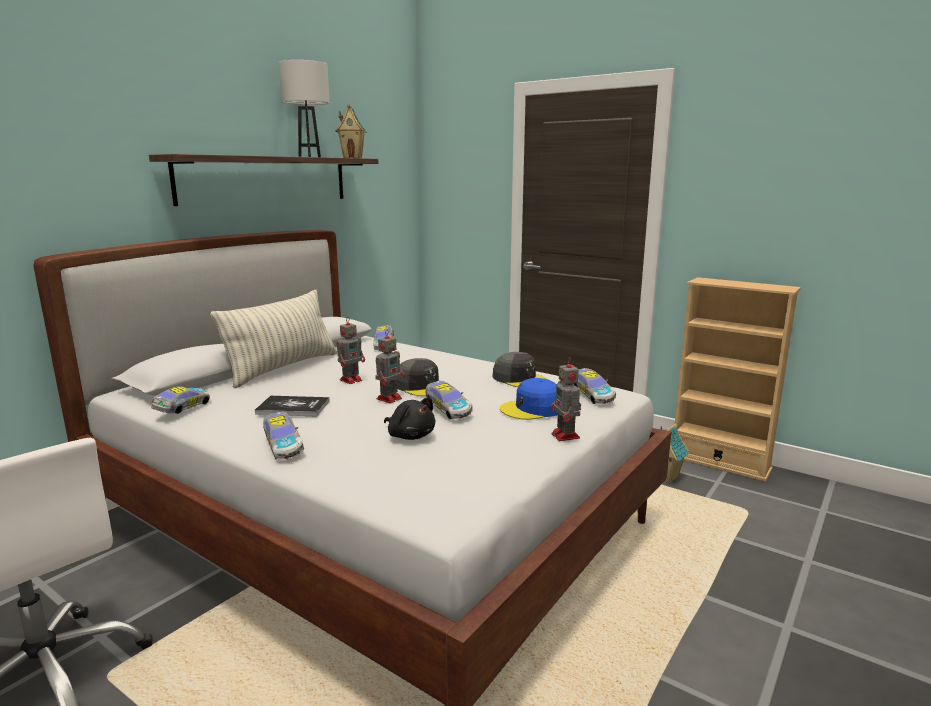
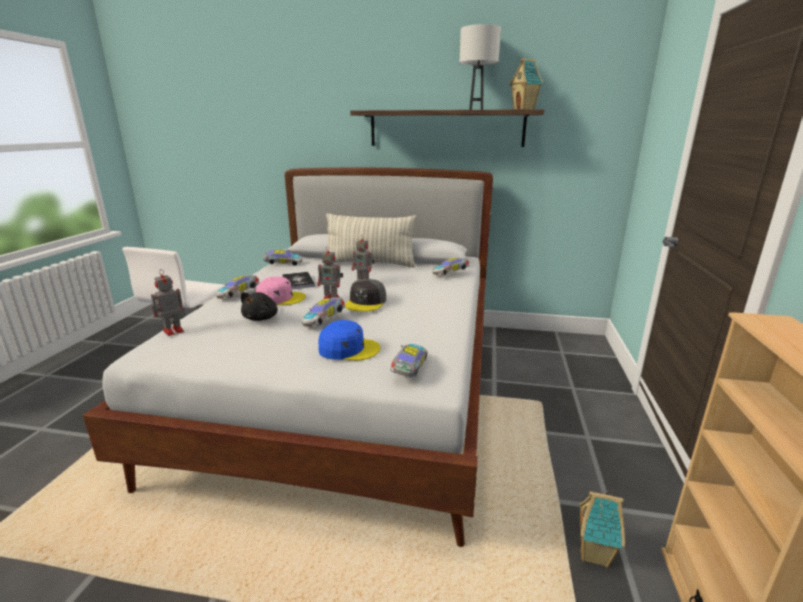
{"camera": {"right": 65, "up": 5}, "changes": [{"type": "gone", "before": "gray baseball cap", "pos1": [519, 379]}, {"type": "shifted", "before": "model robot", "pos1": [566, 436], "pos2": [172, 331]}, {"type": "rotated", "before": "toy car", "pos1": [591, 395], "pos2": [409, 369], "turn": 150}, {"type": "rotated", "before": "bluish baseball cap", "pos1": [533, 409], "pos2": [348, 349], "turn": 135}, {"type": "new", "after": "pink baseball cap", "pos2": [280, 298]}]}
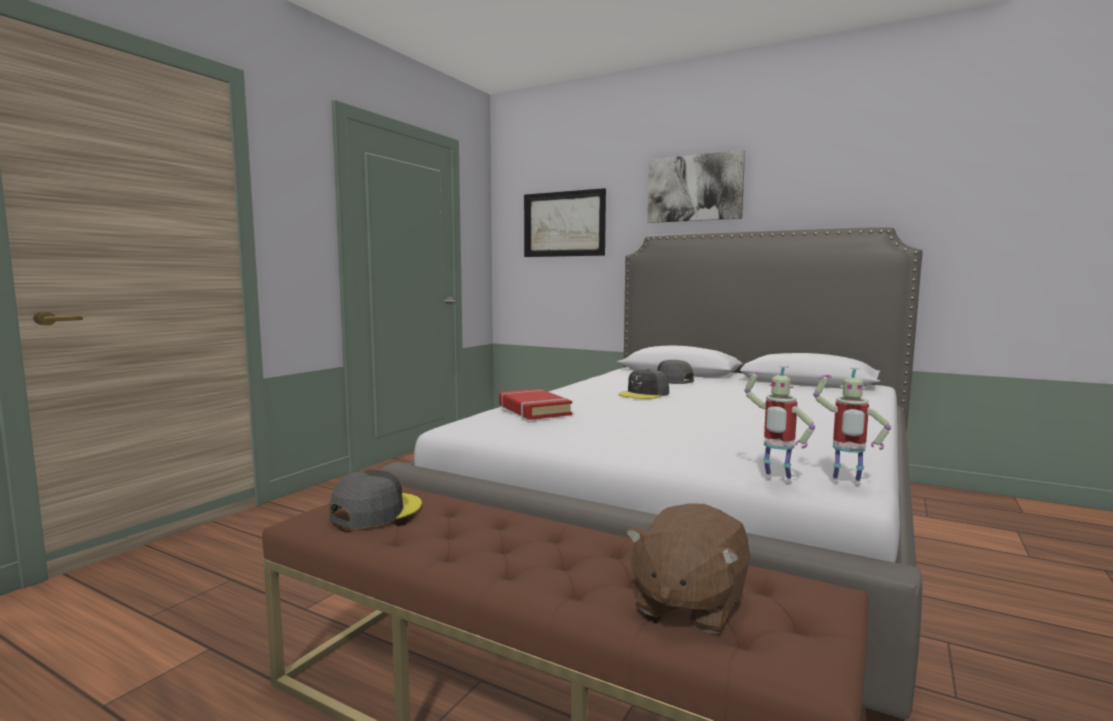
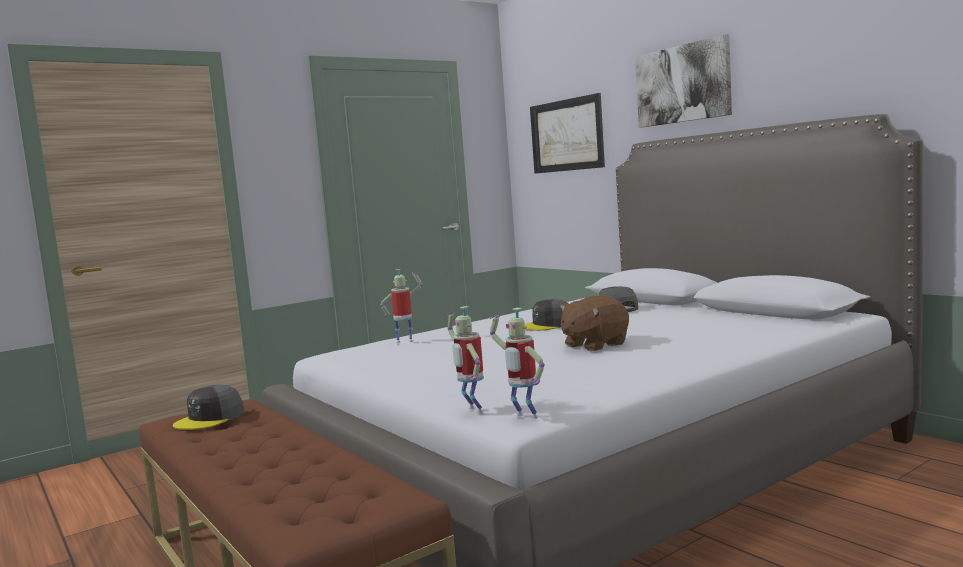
{"camera": {"right": 25, "up": 0}, "changes": [{"type": "swapped", "before": "red-coloured bound book", "after": "model robot", "pos1": [533, 410], "pos2": [405, 341]}, {"type": "rotated", "before": "gray baseball cap", "pos1": [375, 511], "pos2": [210, 418], "turn": 150}, {"type": "shifted", "before": "brown-coloured soft toy", "pos1": [688, 604], "pos2": [594, 345]}]}
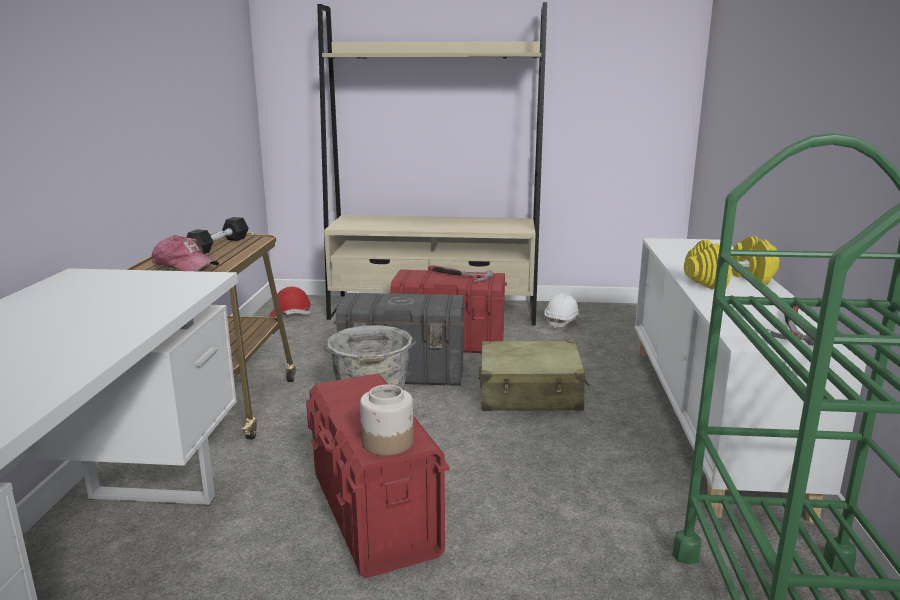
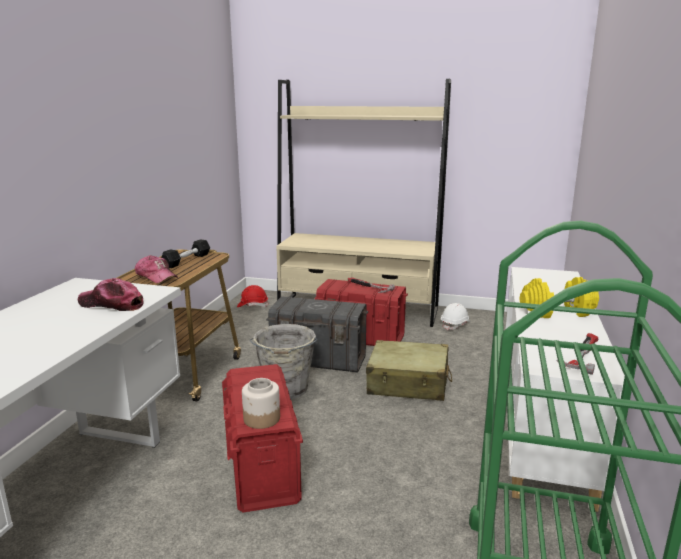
{"camera": {"right": 10, "up": 0}, "changes": [{"type": "new", "after": "baseball cap", "pos2": [112, 304]}]}
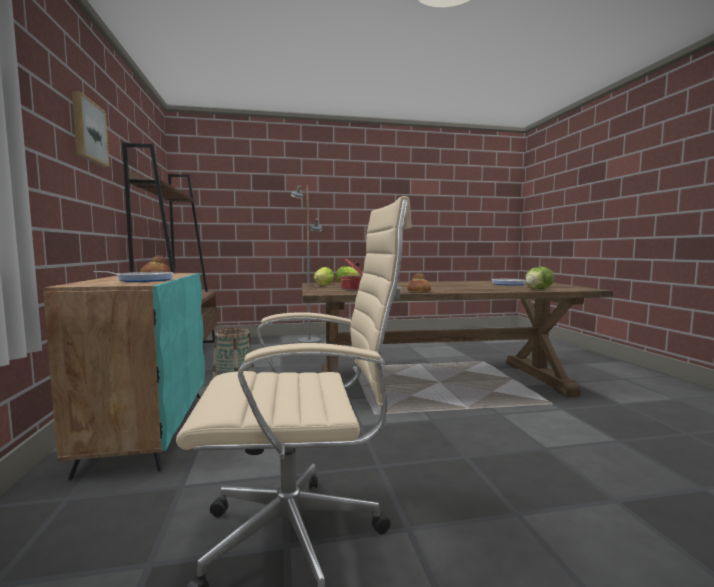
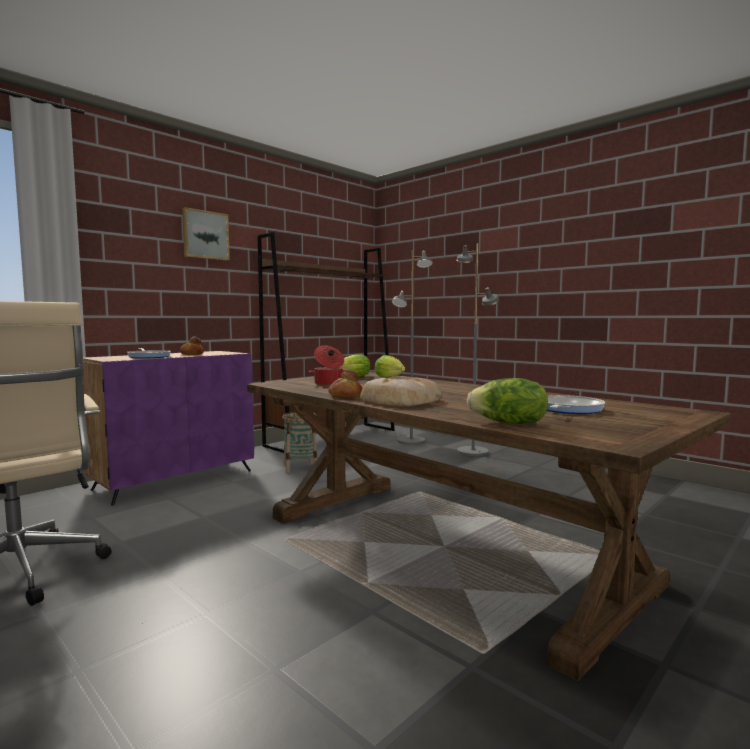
{"camera": {"right": 55, "up": 0}, "changes": [{"type": "repainted", "before": "turquoise-coloured cupboard", "after": "purple-coloured cupboard", "pos1": [148, 429], "pos2": [176, 479]}, {"type": "new", "after": "gray standard lamp", "pos2": [411, 441]}, {"type": "new", "after": "baked bread", "pos2": [399, 401]}]}
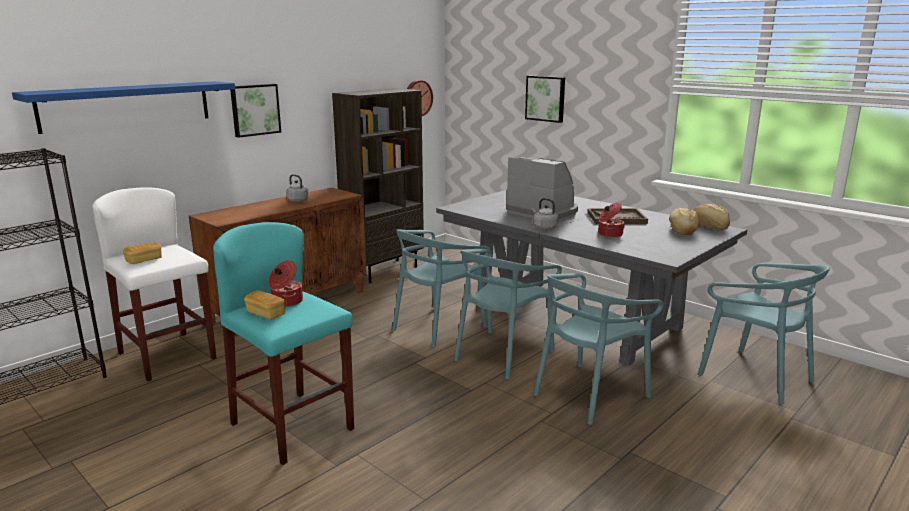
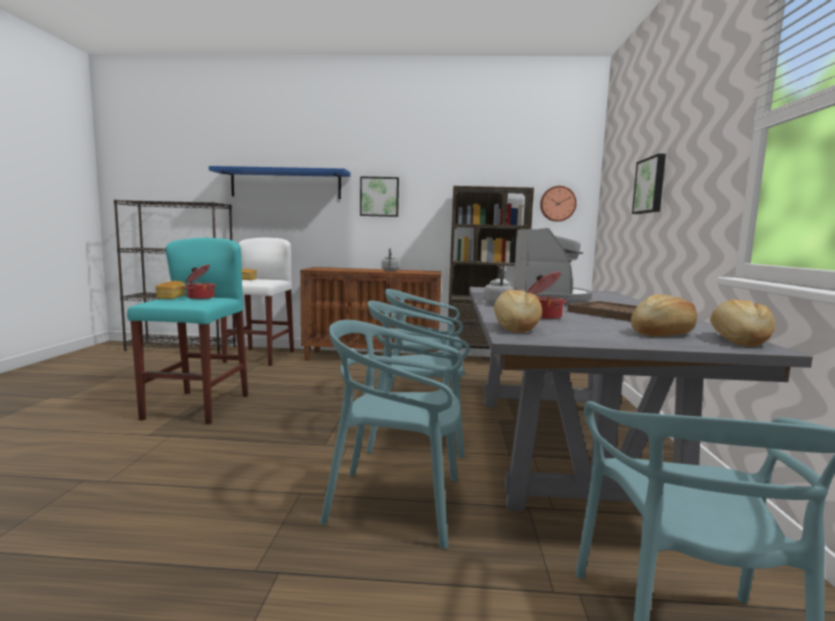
{"camera": {"right": 50, "up": -10}, "changes": [{"type": "new", "after": "baked bread", "pos2": [514, 328]}]}
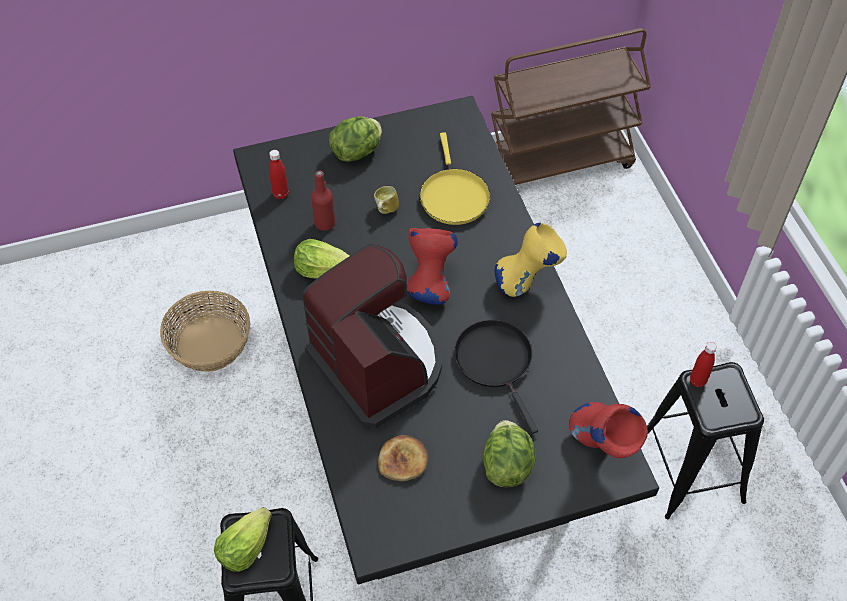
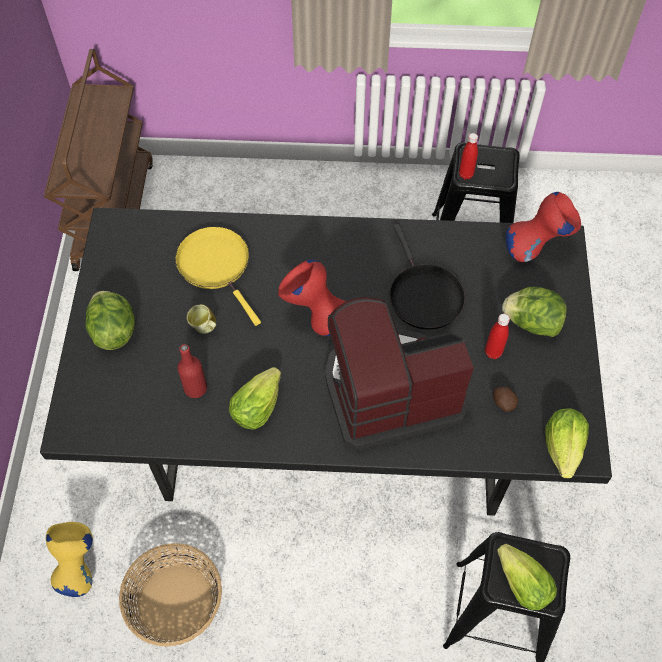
{"camera": {"right": -70, "up": 5}, "changes": [{"type": "rotated", "before": "yellow pan", "pos1": [453, 196], "pos2": [216, 265], "turn": -135}, {"type": "shifted", "before": "red-coloured beverage bottle", "pos1": [280, 194], "pos2": [493, 352]}, {"type": "shifted", "before": "yellow flower vase", "pos1": [527, 282], "pos2": [79, 567]}, {"type": "rotated", "before": "blackish pan", "pos1": [496, 362], "pos2": [423, 295], "turn": -105}, {"type": "swapped", "before": "baked bread", "after": "whole potato", "pos1": [403, 460], "pos2": [503, 402]}, {"type": "new", "after": "lettuce", "pos2": [563, 447]}]}
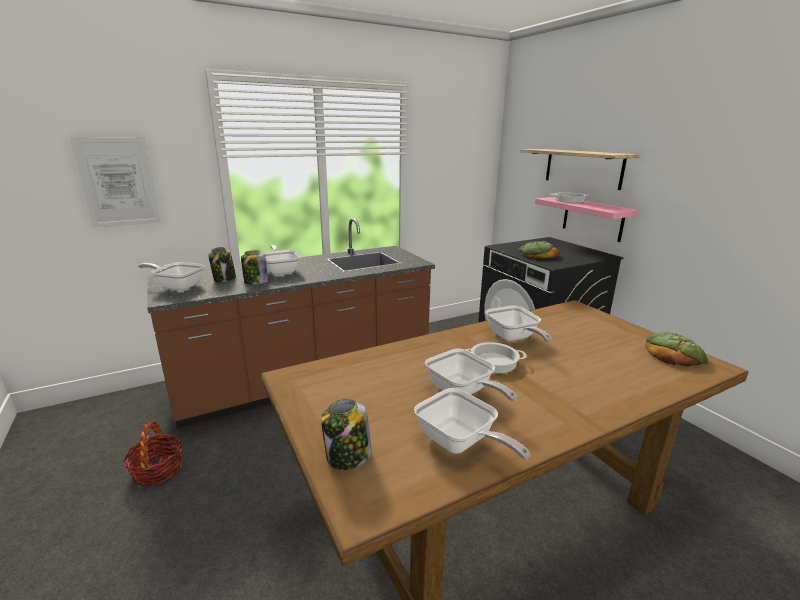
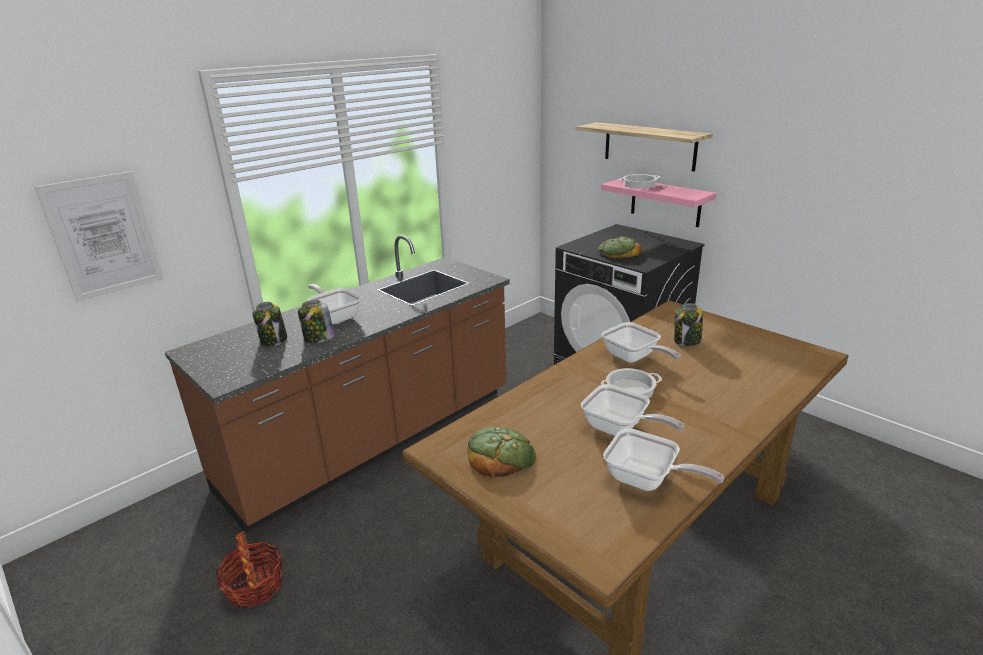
{"camera": {"right": -15, "up": 5}, "changes": [{"type": "gone", "before": "pan", "pos1": [177, 286]}, {"type": "shifted", "before": "baked bread", "pos1": [673, 354], "pos2": [500, 455]}, {"type": "shifted", "before": "jar", "pos1": [348, 457], "pos2": [687, 341]}]}
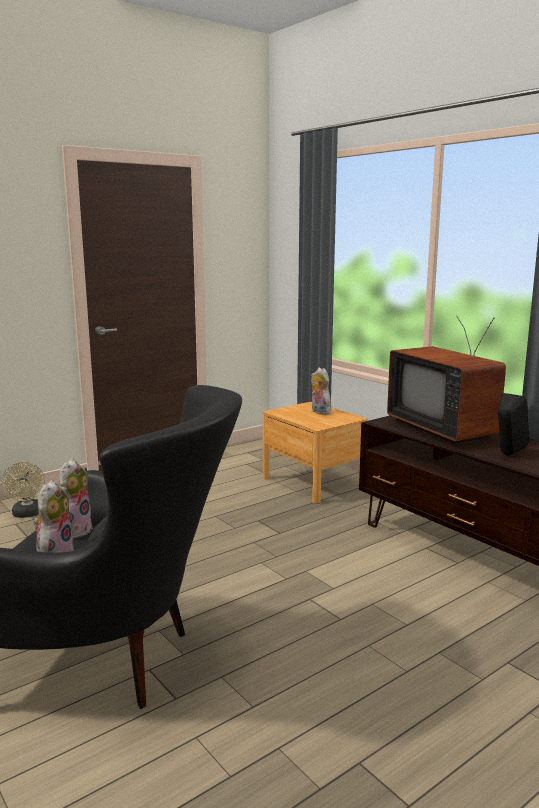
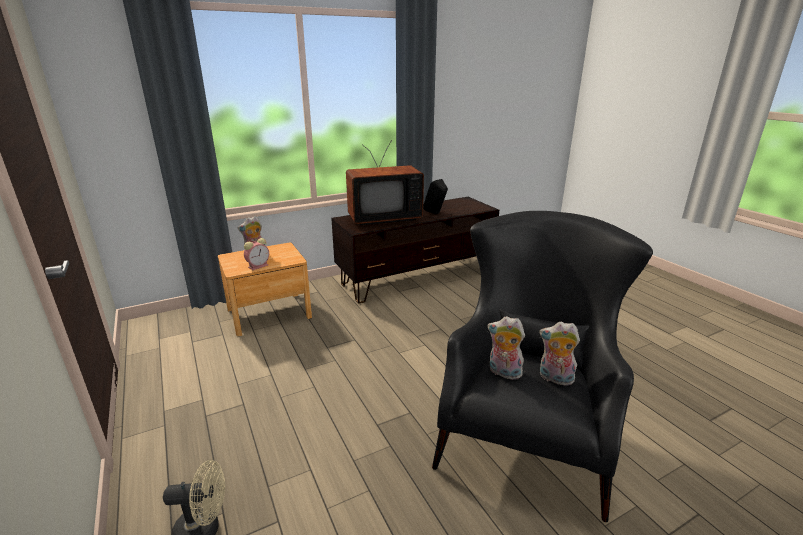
{"camera": {"right": -80, "up": 10}, "changes": [{"type": "new", "after": "table clock", "pos2": [259, 266]}]}
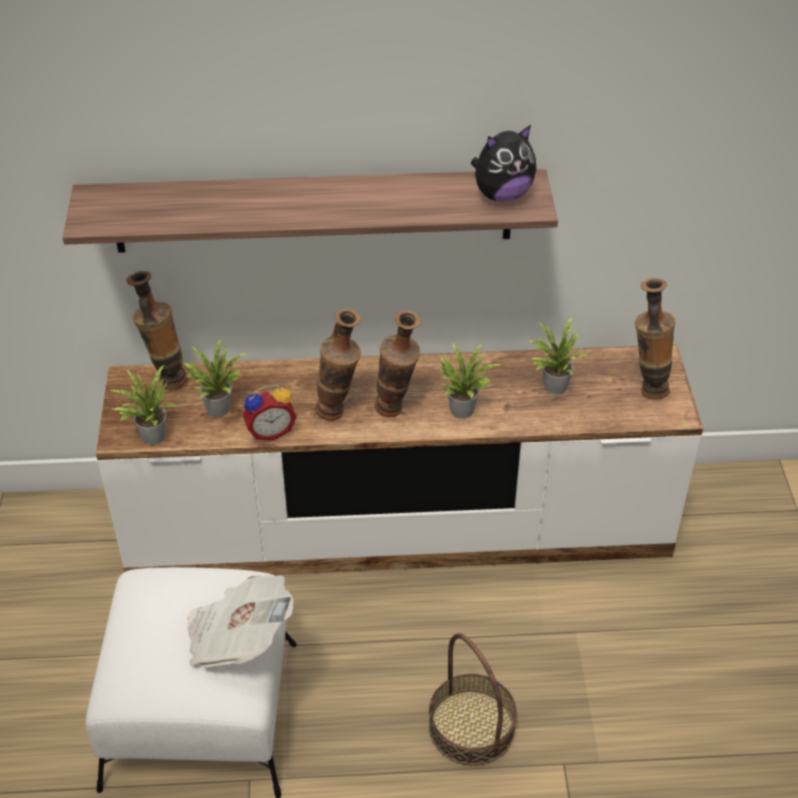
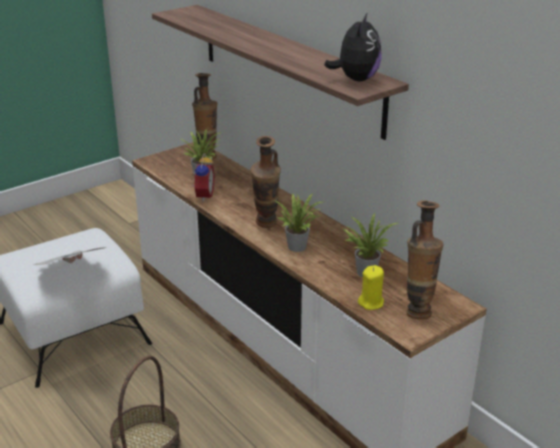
{"camera": {"right": 55, "up": -15}, "changes": [{"type": "rotated", "before": "soft toy", "pos1": [502, 194], "pos2": [356, 79], "turn": -105}, {"type": "gone", "before": "flower vase", "pos1": [339, 413]}, {"type": "gone", "before": "potted plant", "pos1": [150, 435]}, {"type": "rotated", "before": "table clock", "pos1": [270, 430], "pos2": [202, 196], "turn": -120}, {"type": "new", "after": "yellow candle", "pos2": [371, 303]}]}
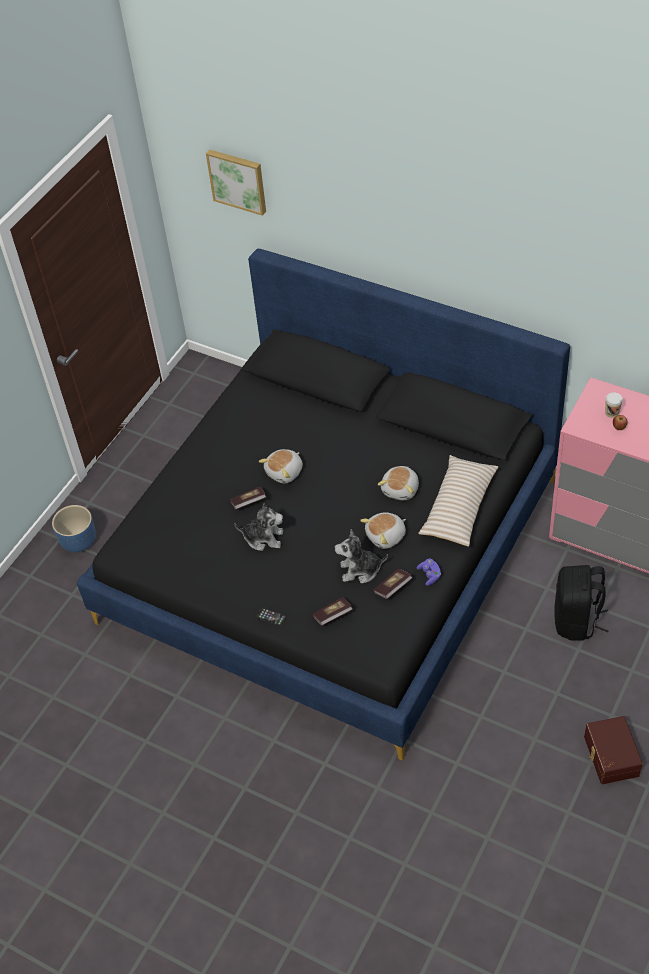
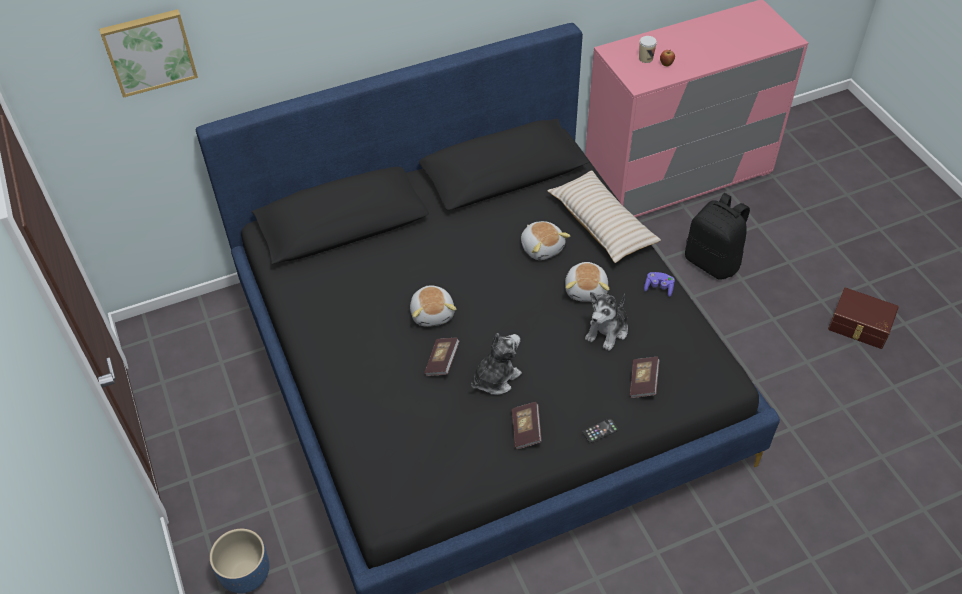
{"camera": {"right": -55, "up": 0}, "changes": [{"type": "shifted", "before": "bound book", "pos1": [393, 588], "pos2": [526, 430]}]}
